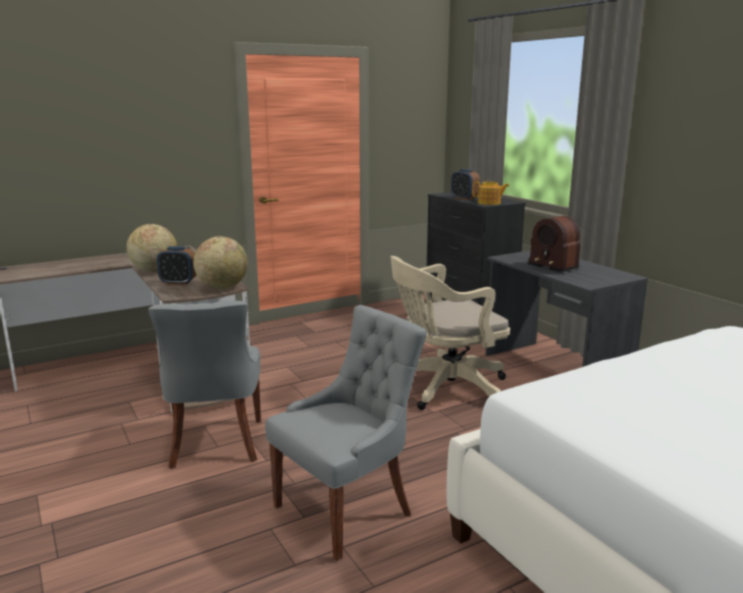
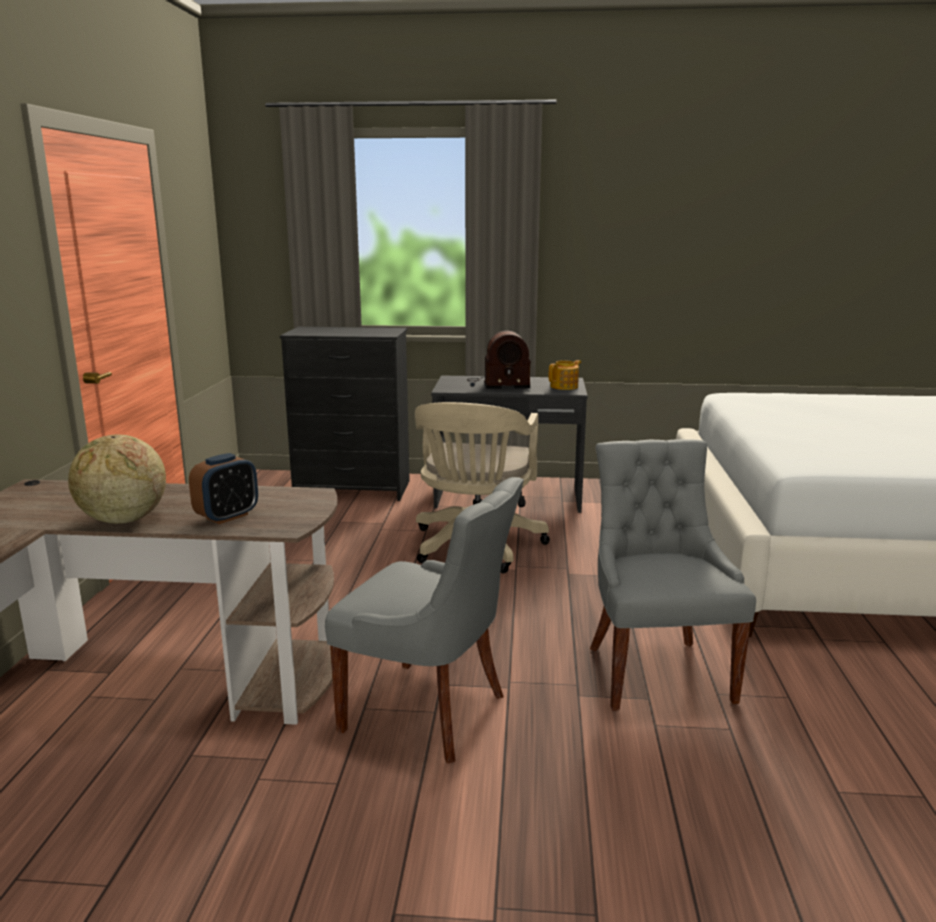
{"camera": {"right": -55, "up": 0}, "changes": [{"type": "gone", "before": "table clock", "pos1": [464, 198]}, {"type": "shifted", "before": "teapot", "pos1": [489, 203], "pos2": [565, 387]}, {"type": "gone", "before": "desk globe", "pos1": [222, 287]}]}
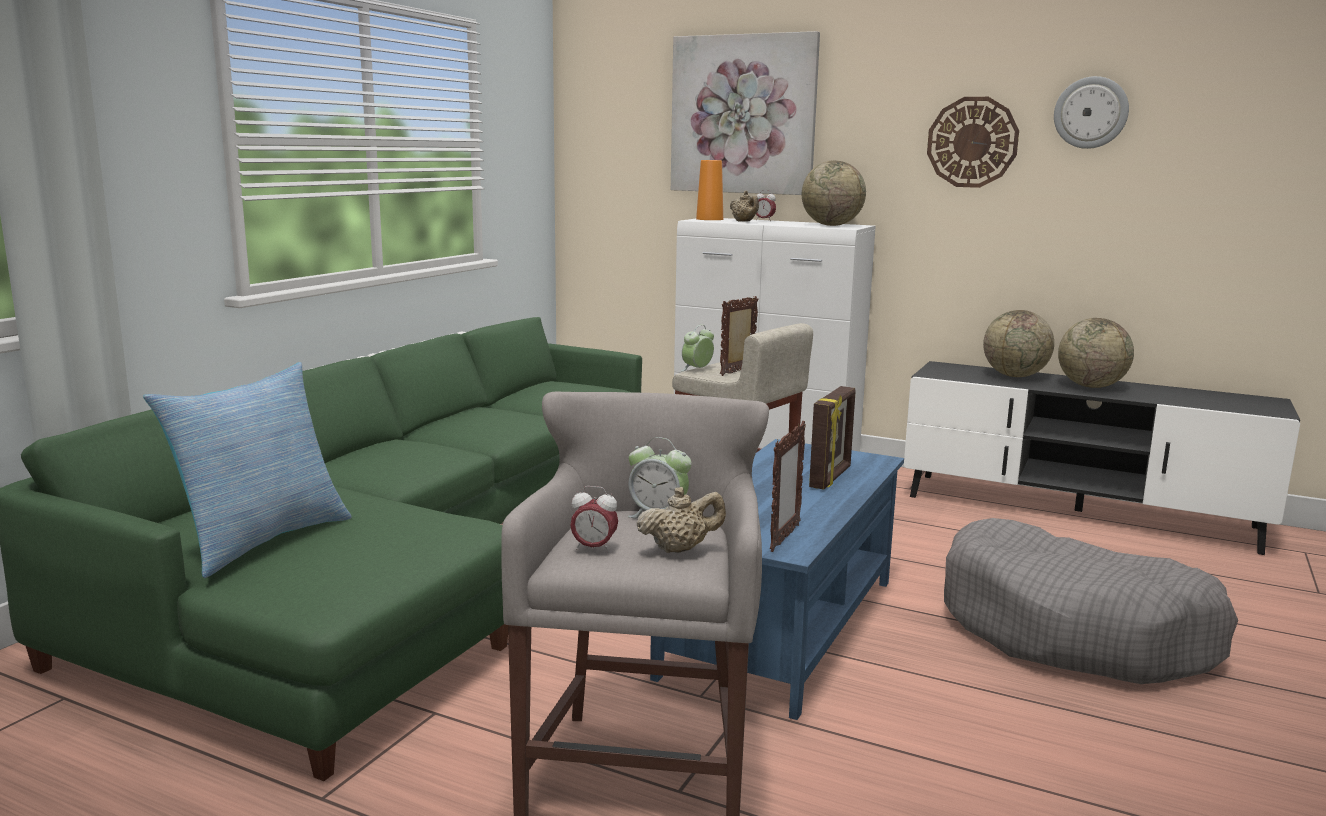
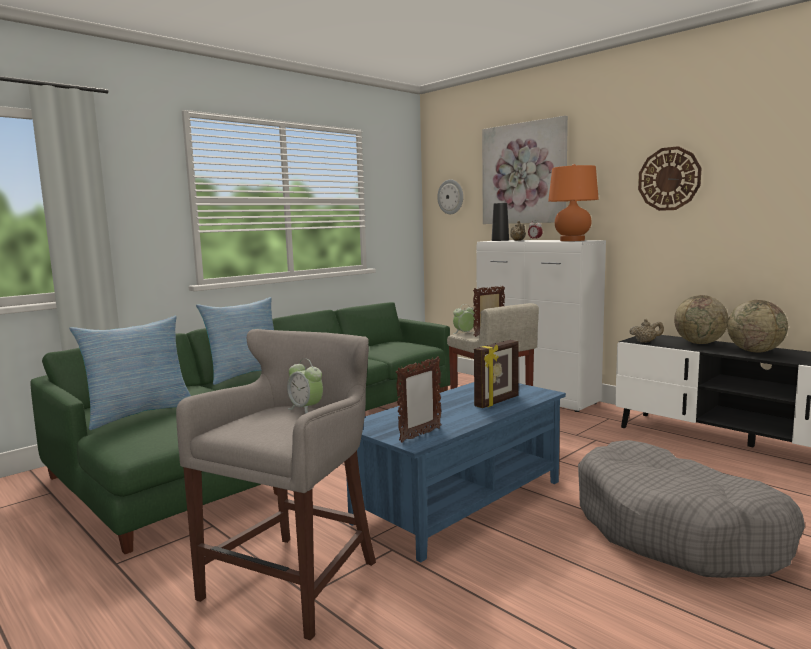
{"camera": {"right": 20, "up": -5}, "changes": [{"type": "shifted", "before": "wall clock", "pos1": [1090, 112], "pos2": [451, 197]}, {"type": "repainted", "before": "orange flower vase", "after": "blackish flower vase", "pos1": [709, 219], "pos2": [500, 240]}, {"type": "swapped", "before": "desk globe", "after": "orange lamp for a table", "pos1": [831, 225], "pos2": [572, 240]}, {"type": "gone", "before": "table clock", "pos1": [594, 548]}, {"type": "shifted", "before": "beige-coloured teapot", "pos1": [680, 549], "pos2": [645, 342]}, {"type": "new", "after": "throw pillow", "pos2": [246, 374]}]}
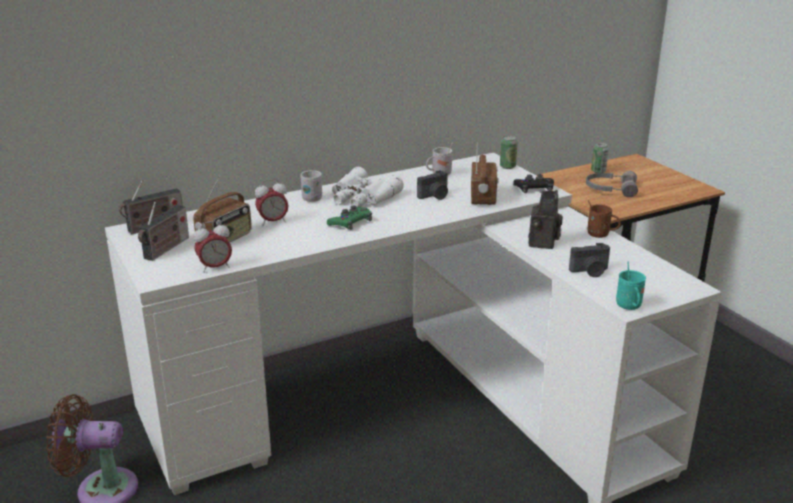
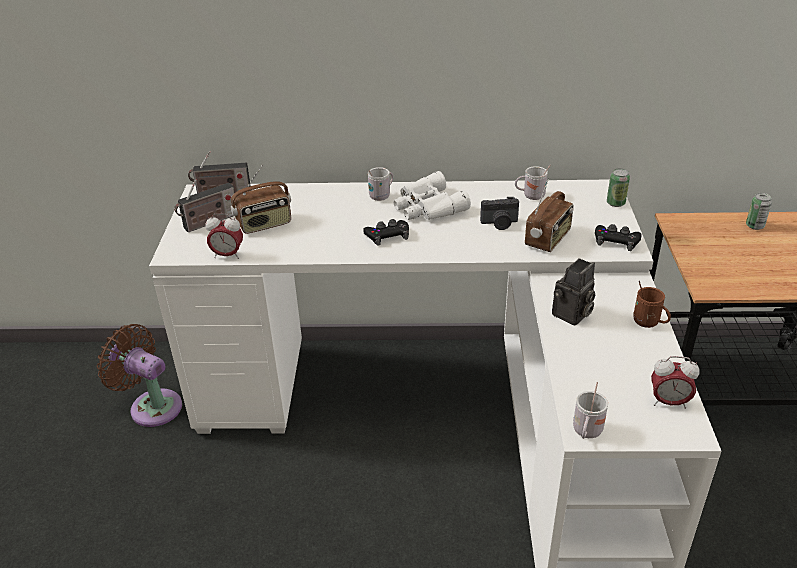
{"camera": {"right": 30, "up": 10}, "changes": [{"type": "gone", "before": "gray headset", "pos1": [610, 189]}, {"type": "shifted", "before": "table clock", "pos1": [273, 222], "pos2": [668, 402]}, {"type": "repainted", "before": "greenish gamepad", "after": "blackish gamepad", "pos1": [350, 223], "pos2": [387, 236]}, {"type": "gone", "before": "still camera", "pos1": [590, 271]}, {"type": "repainted", "before": "turquoise-coloured mug", "after": "white-coloured mug", "pos1": [629, 307], "pos2": [586, 433]}]}
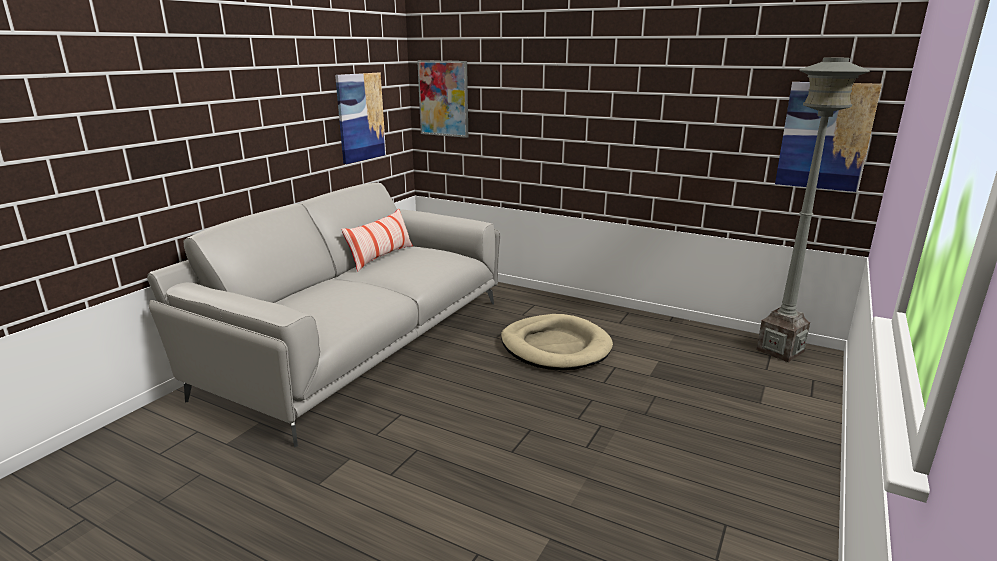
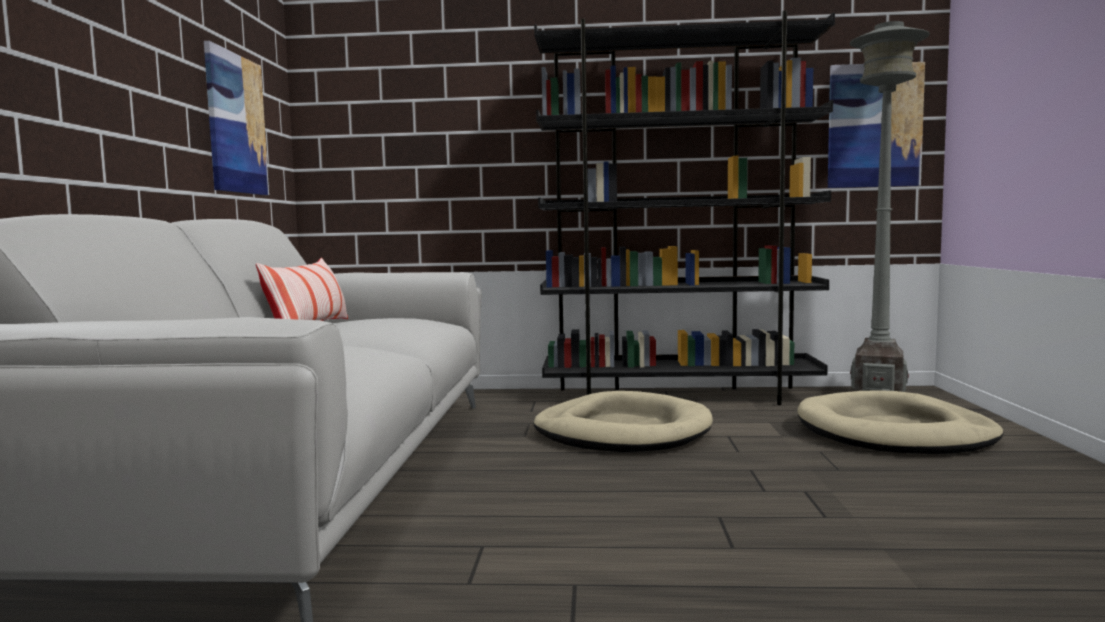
{"camera": {"right": -25, "up": -15}, "changes": [{"type": "gone", "before": "wall art", "pos1": [443, 98]}, {"type": "new", "after": "blackish bookshelf", "pos2": [679, 396]}, {"type": "new", "after": "beige-coloured pet bed", "pos2": [894, 432]}]}
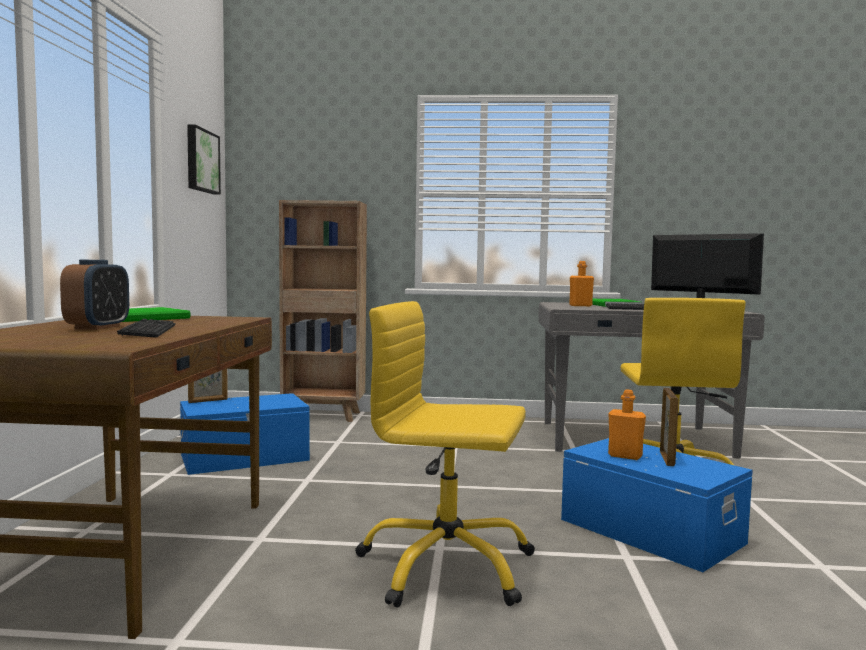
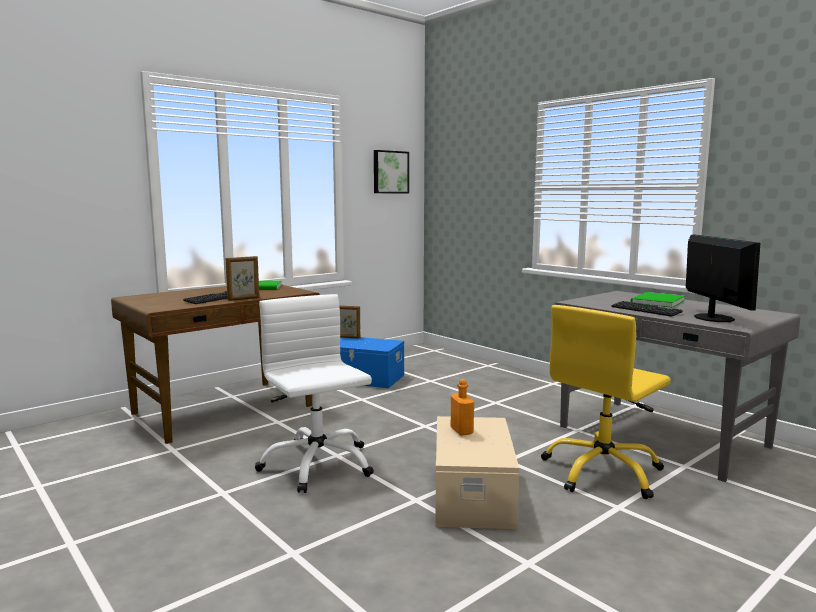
{"camera": {"right": 45, "up": 5}, "changes": [{"type": "gone", "before": "brown-coloured bookshelf", "pos1": [324, 416]}, {"type": "gone", "before": "table clock", "pos1": [97, 327]}, {"type": "gone", "before": "orange beverage bottle", "pos1": [580, 306]}, {"type": "repainted", "before": "yellow computer chair", "after": "white-coloured computer chair", "pos1": [446, 567], "pos2": [317, 464]}, {"type": "shifted", "before": "picture frame", "pos1": [667, 458], "pos2": [243, 299]}, {"type": "repainted", "before": "bluish storage bin", "after": "beige-coloured storage bin", "pos1": [651, 530], "pos2": [474, 494]}]}
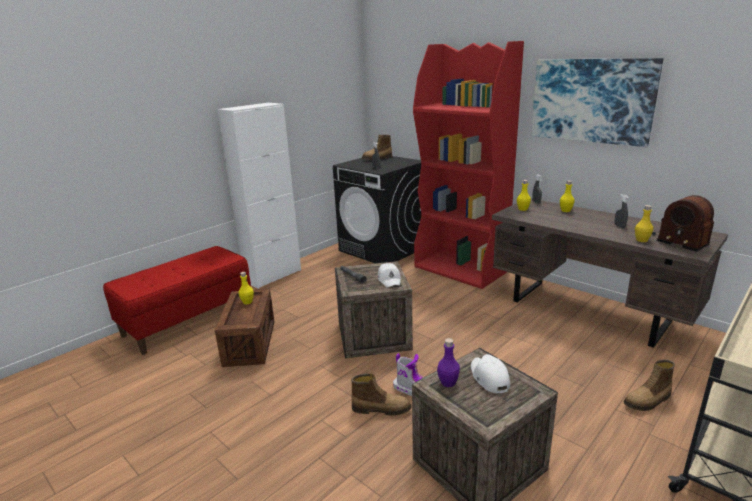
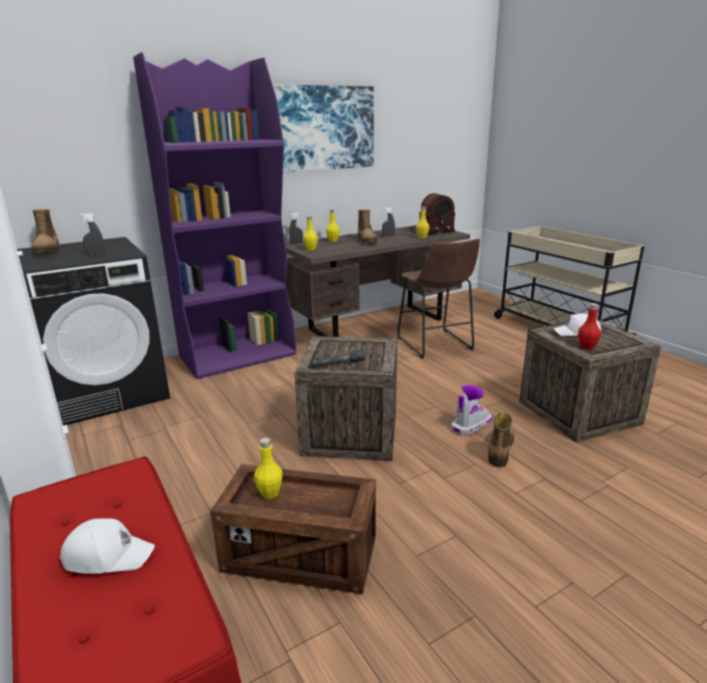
{"camera": {"right": -75, "up": 0}, "changes": [{"type": "repainted", "before": "red-coloured bookshelf", "after": "purple-coloured bookshelf", "pos1": [461, 269], "pos2": [238, 355]}, {"type": "shifted", "before": "white-coloured baseball cap", "pos1": [389, 279], "pos2": [108, 555]}, {"type": "repainted", "before": "purple-coloured beverage bottle", "after": "red-coloured beverage bottle", "pos1": [448, 382], "pos2": [586, 347]}, {"type": "shifted", "before": "tall boot", "pos1": [648, 401], "pos2": [367, 241]}, {"type": "new", "after": "brown-coloured stool", "pos2": [435, 345]}]}
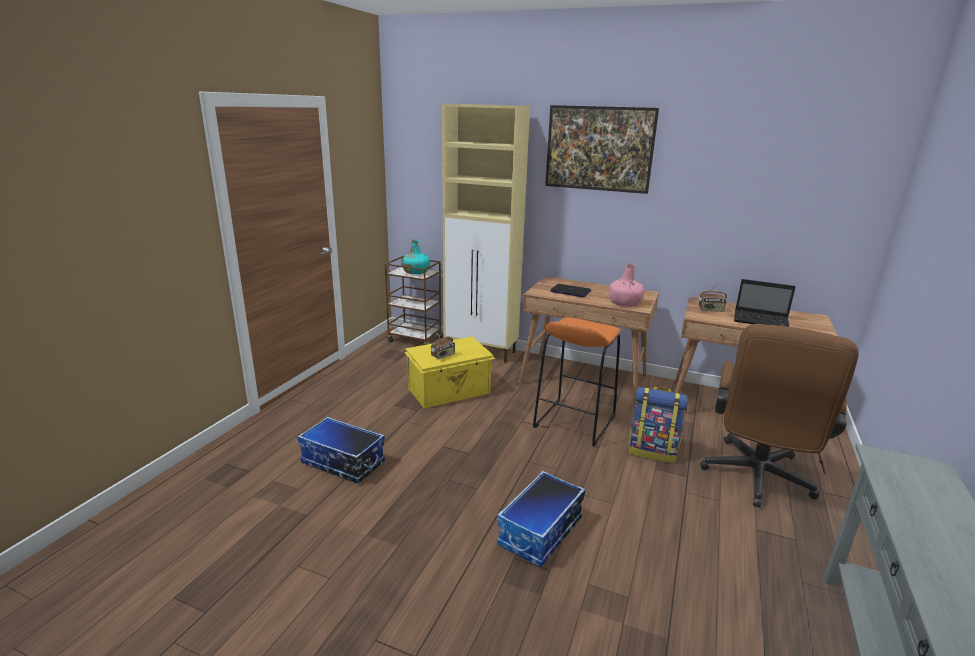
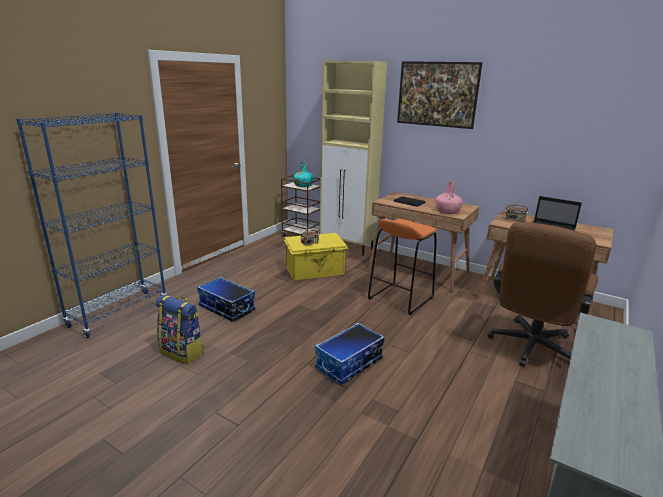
{"camera": {"right": 10, "up": 0}, "changes": [{"type": "shifted", "before": "backpack", "pos1": [653, 451], "pos2": [183, 352]}, {"type": "new", "after": "bluish bookshelf", "pos2": [119, 313]}]}
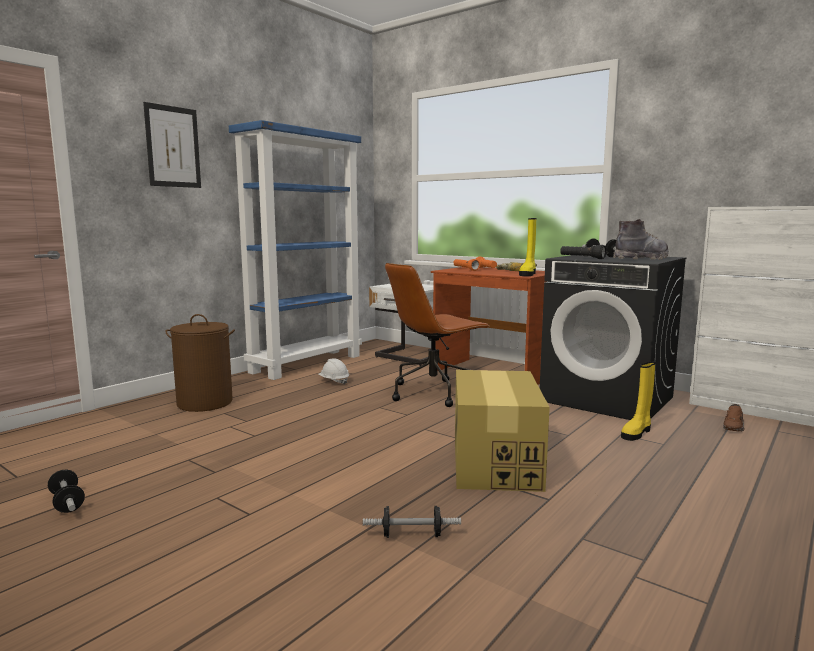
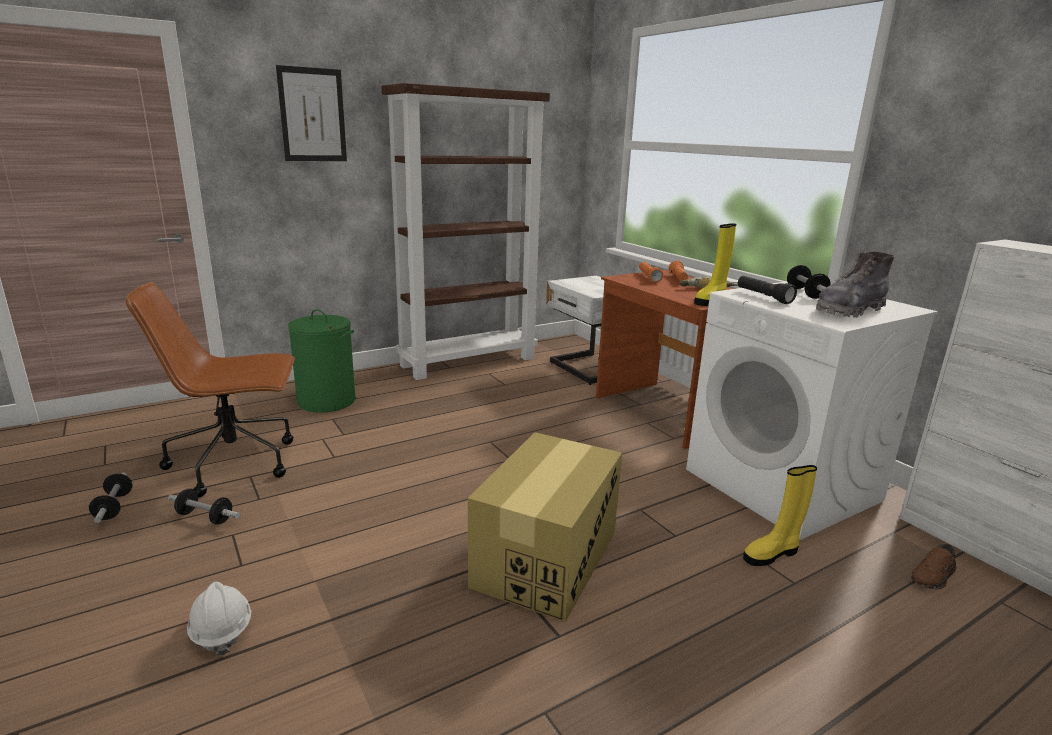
{"camera": {"right": 20, "up": 10}, "changes": [{"type": "repainted", "before": "bluish bookshelf", "after": "brown-coloured bookshelf", "pos1": [306, 363], "pos2": [469, 361]}, {"type": "rotated", "before": "gray tall boot", "pos1": [641, 259], "pos2": [849, 310], "turn": 150}, {"type": "repainted", "before": "blackish washing machine", "after": "white-coloured washing machine", "pos1": [607, 399], "pos2": [783, 485]}, {"type": "shifted", "before": "brown-coloured computer chair", "pos1": [434, 392], "pos2": [236, 462]}, {"type": "repainted", "before": "brown-coloured laundry basket", "after": "greenish laundry basket", "pos1": [205, 403], "pos2": [327, 401]}, {"type": "shifted", "before": "white-coloured hard hat", "pos1": [334, 381], "pos2": [221, 631]}, {"type": "shifted", "before": "free weight", "pos1": [411, 535], "pos2": [205, 517]}]}
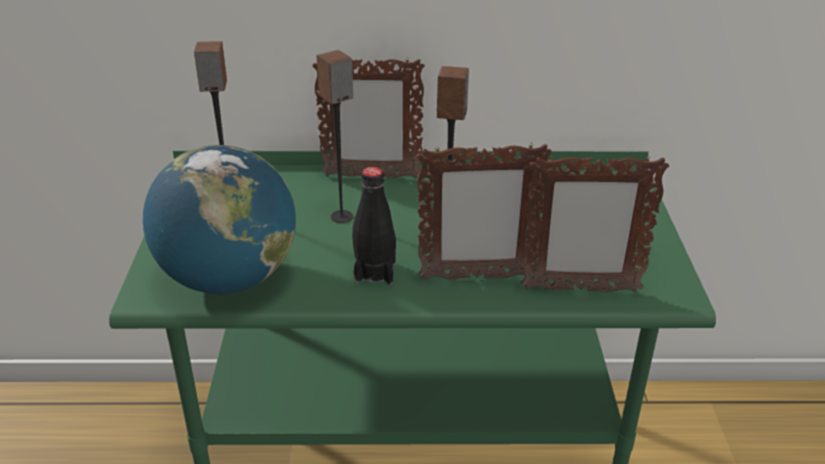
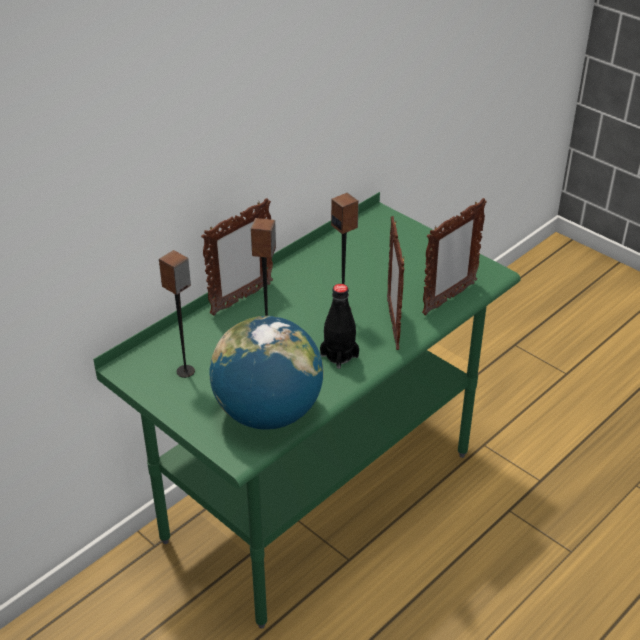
{"camera": {"right": -45, "up": 5}, "changes": [{"type": "rotated", "before": "picture frame", "pos1": [476, 277], "pos2": [393, 324], "turn": 135}]}
